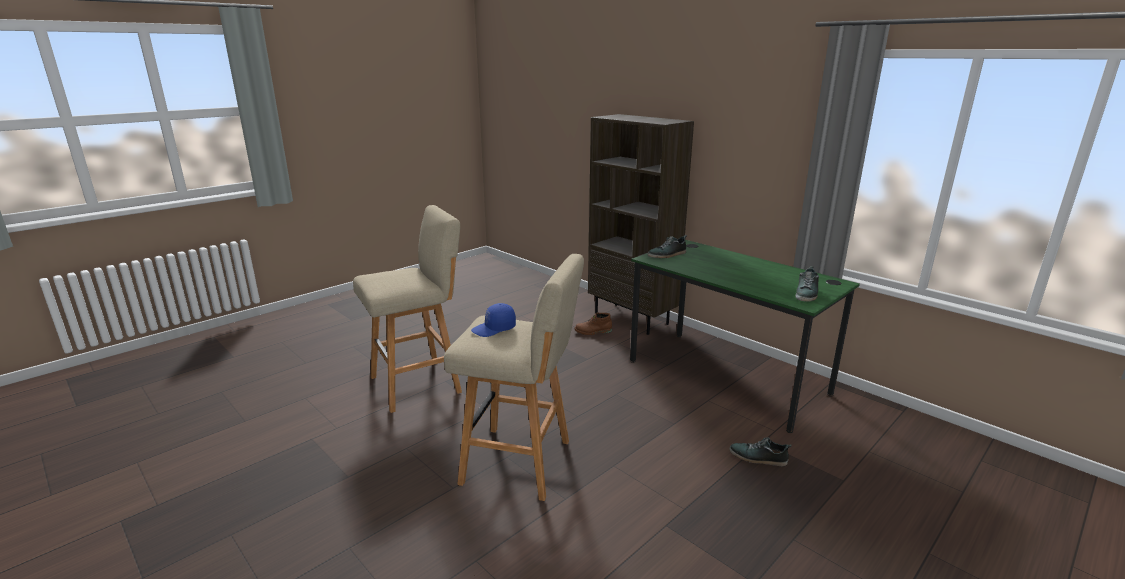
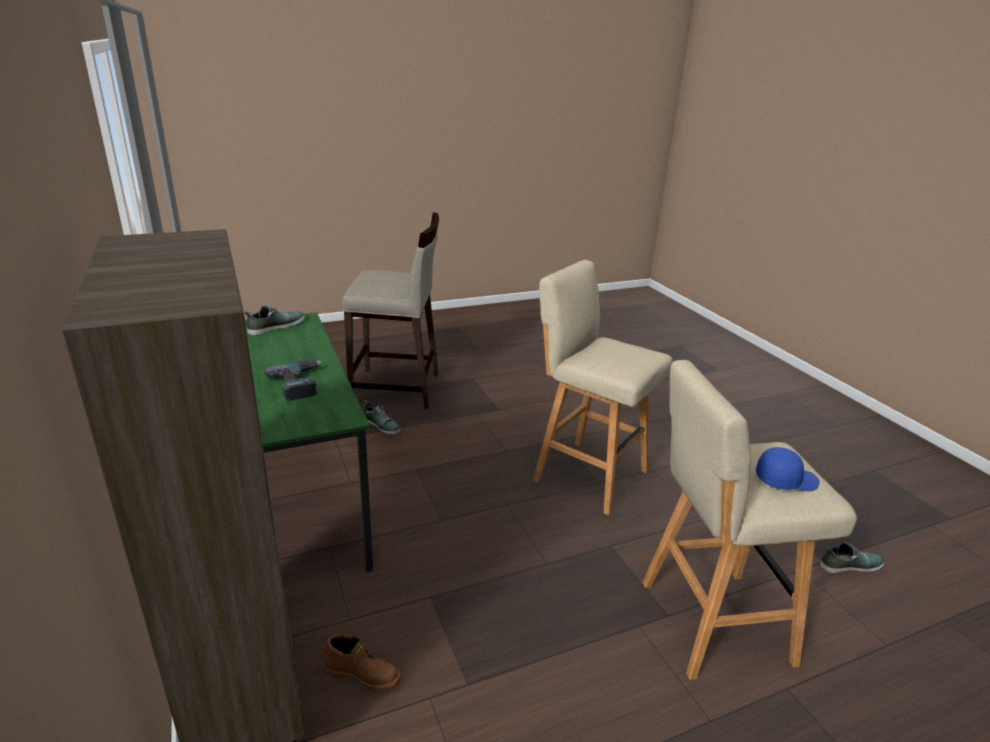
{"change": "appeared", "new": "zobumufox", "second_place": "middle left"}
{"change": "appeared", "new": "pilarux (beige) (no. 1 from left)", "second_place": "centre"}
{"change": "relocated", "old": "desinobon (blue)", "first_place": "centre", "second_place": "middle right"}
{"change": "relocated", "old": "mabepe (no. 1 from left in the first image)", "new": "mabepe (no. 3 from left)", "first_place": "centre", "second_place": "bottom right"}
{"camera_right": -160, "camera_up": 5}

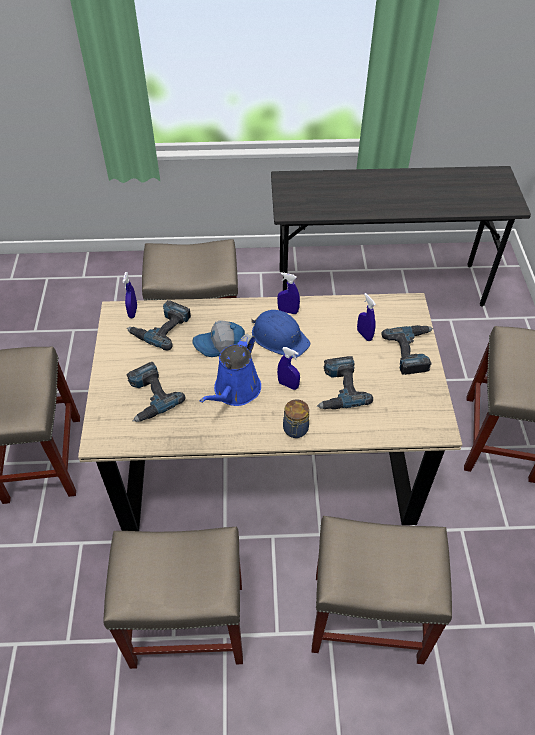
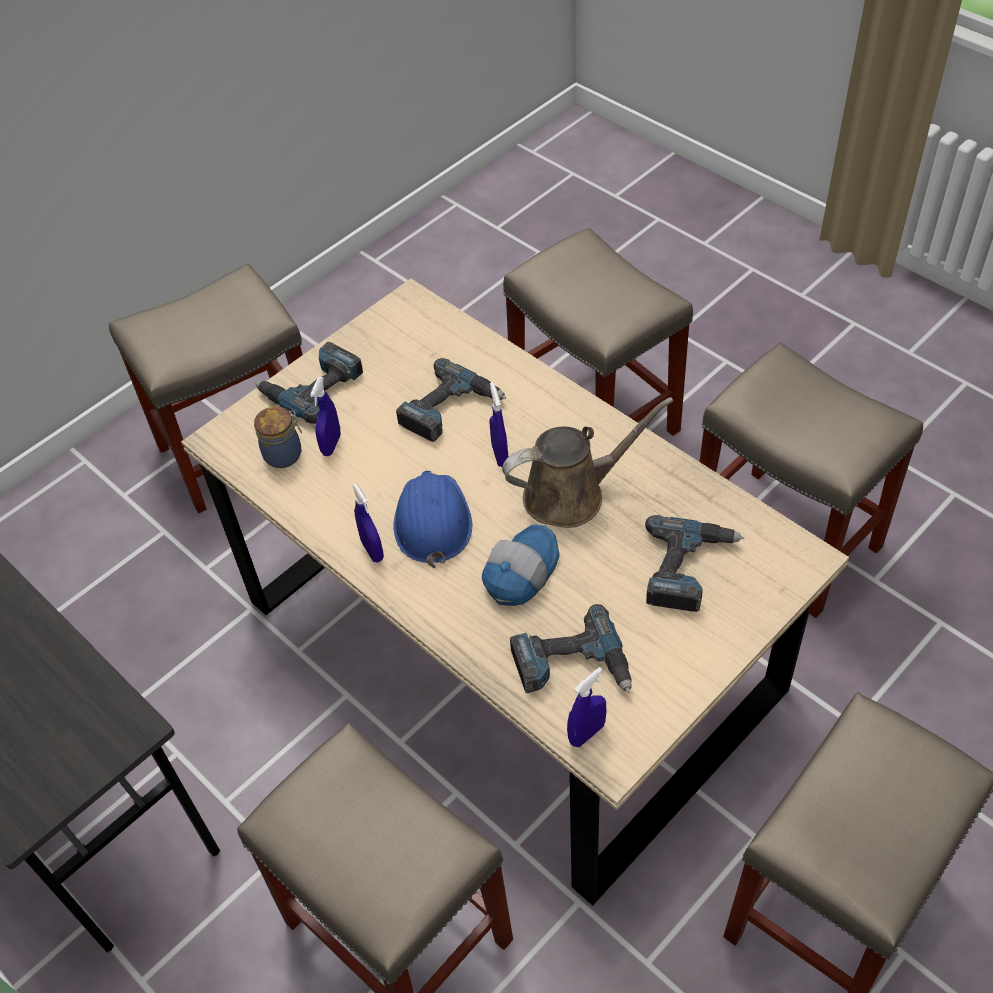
{"change": "relocated", "old": "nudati", "first_place": "centre", "second_place": "middle left"}
{"change": "colour", "old": "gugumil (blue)", "new": "gugumil (brown)", "first_place": "centre", "second_place": "centre"}
{"change": "spun", "old": "desinobon", "first_place": "centre", "second_place": "centre", "degrees": -90}
{"camera_right": -130, "camera_up": 0}

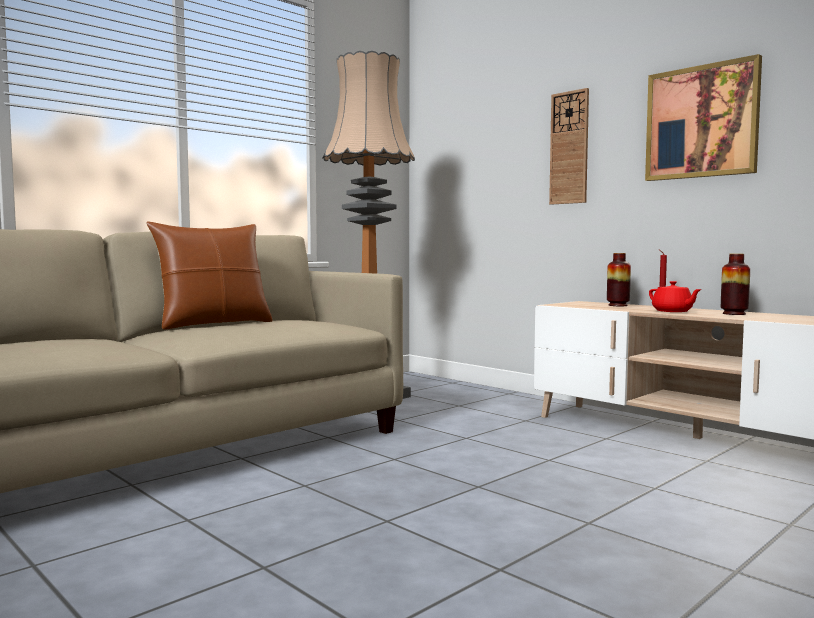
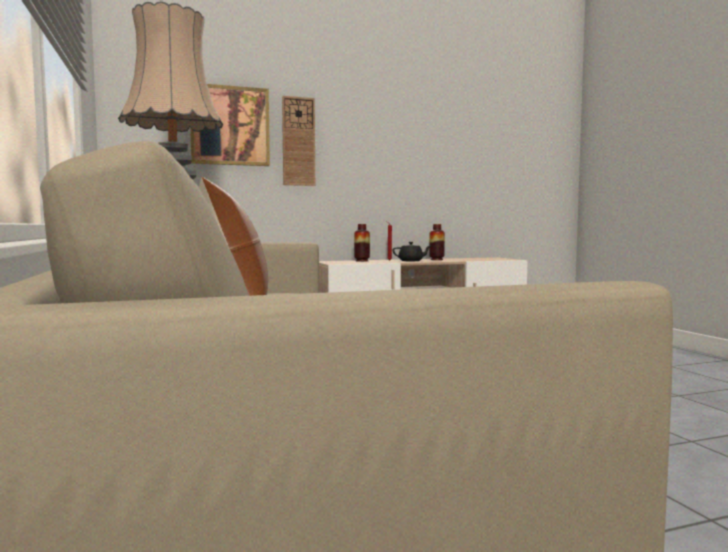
{"change": "relocated", "old": "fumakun", "first_place": "top right", "second_place": "top left"}
{"change": "colour", "old": "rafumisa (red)", "new": "rafumisa (black)", "first_place": "middle right", "second_place": "centre"}
{"camera_right": -65, "camera_up": 0}

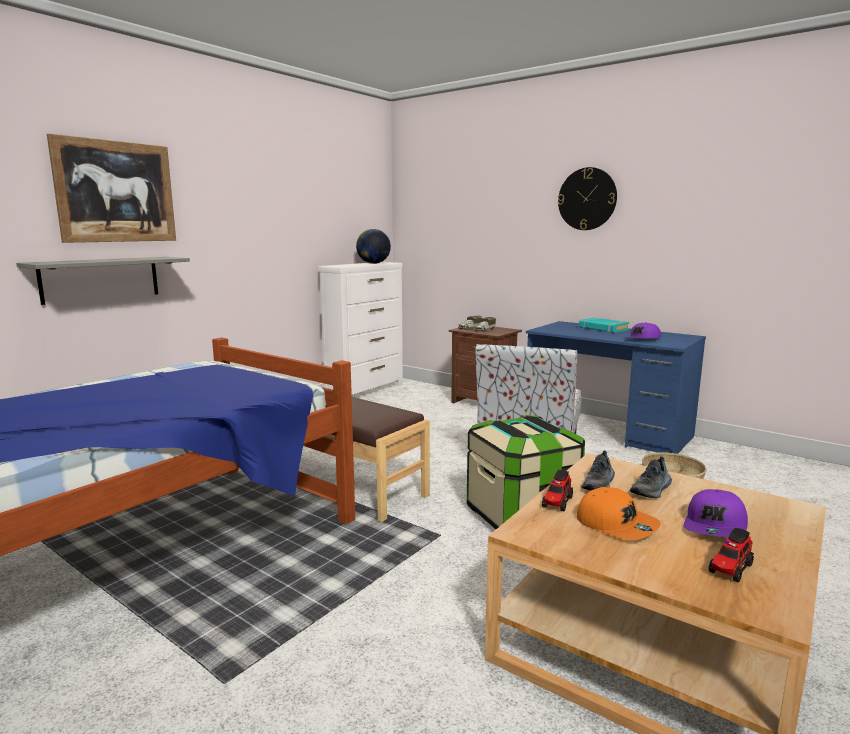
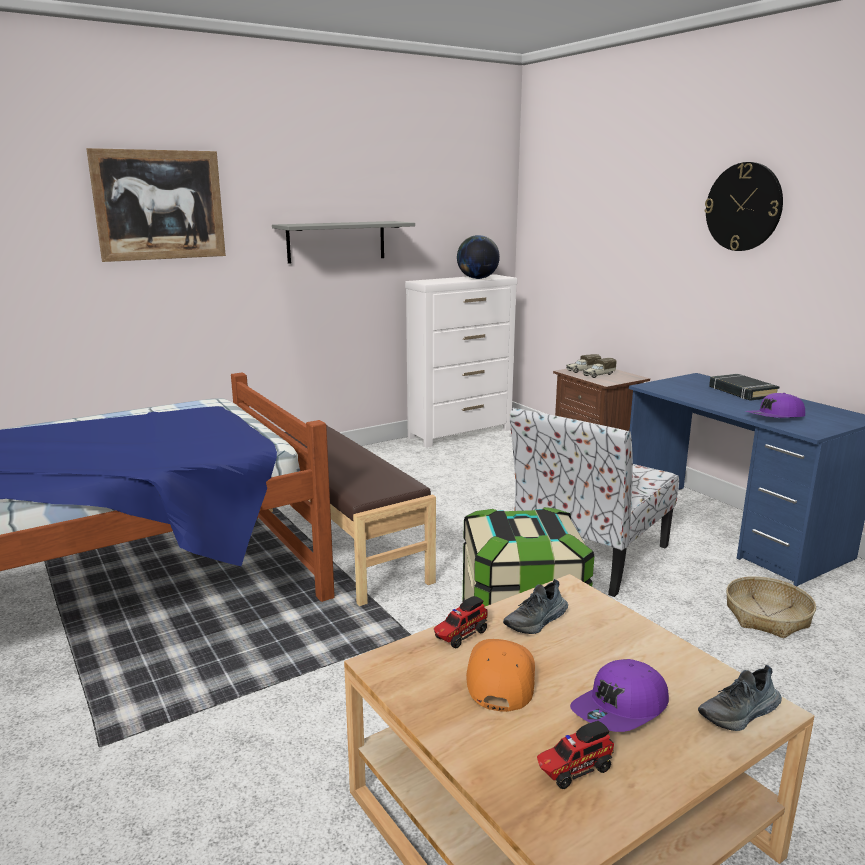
{"change": "relocated", "old": "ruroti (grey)", "first_place": "middle left", "second_place": "top centre"}
{"change": "relocated", "old": "mabepe (no. 2 from left)", "first_place": "middle right", "second_place": "bottom right"}
{"change": "colour", "old": "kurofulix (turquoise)", "new": "kurofulix (black)", "first_place": "middle right", "second_place": "middle right"}
{"change": "spun", "old": "desinobon (orange)", "first_place": "bottom right", "second_place": "bottom centre", "degrees": -150}
{"camera_right": 20, "camera_up": 5}

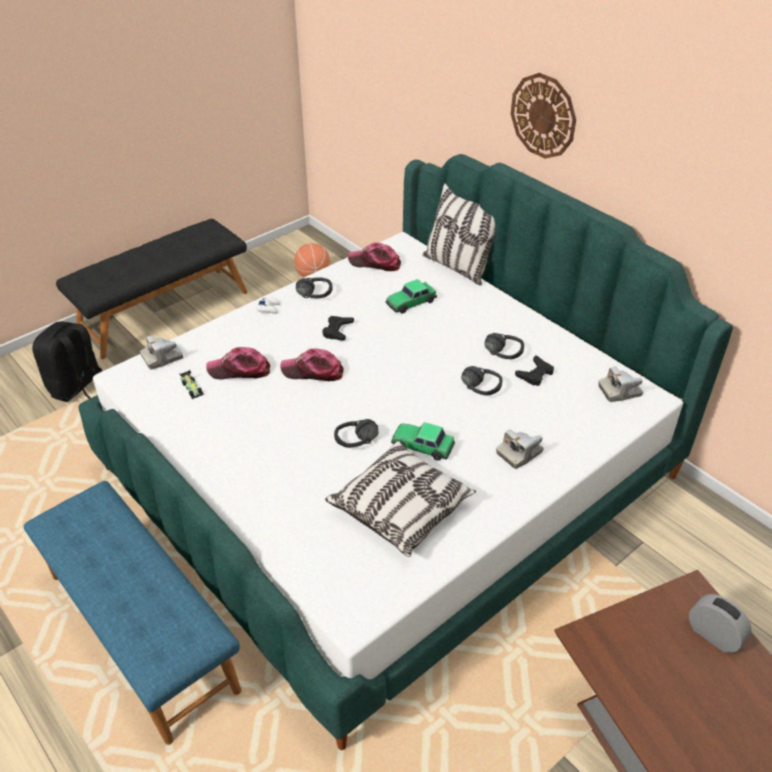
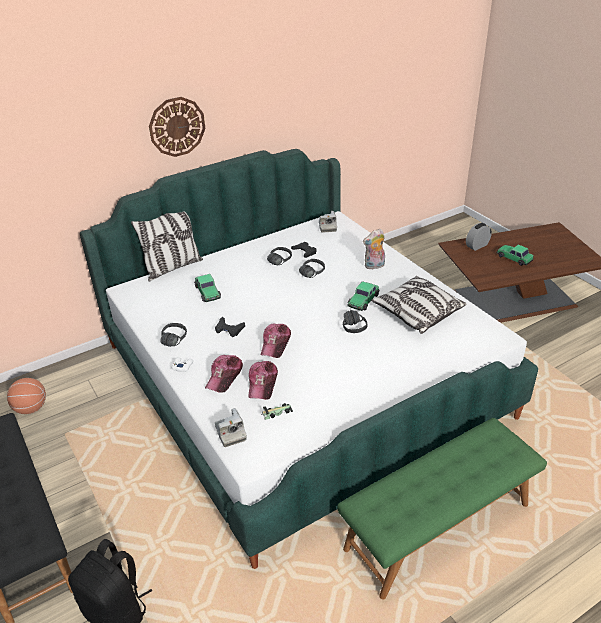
{"change": "appeared", "new": "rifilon (no. 4 from left)", "second_place": "middle right"}
{"change": "relocated", "old": "desinobon (no. 3 from left in the first image)", "new": "desinobon (no. 1 from left)", "first_place": "top centre", "second_place": "centre"}
{"change": "exchanged", "old": "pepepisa (no. 2 from left)", "new": "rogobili", "first_place": "middle right", "second_place": "centre"}
{"change": "colour", "old": "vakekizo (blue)", "new": "vakekizo (green)", "first_place": "bottom left", "second_place": "bottom right"}
{"camera_right": -80, "camera_up": -5}

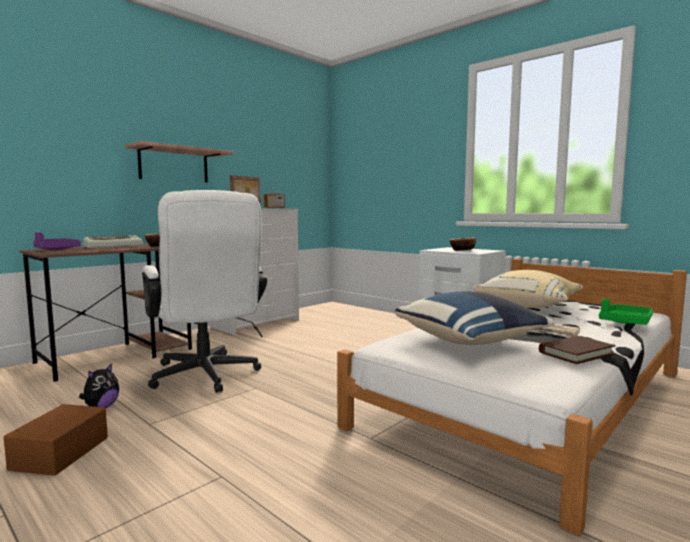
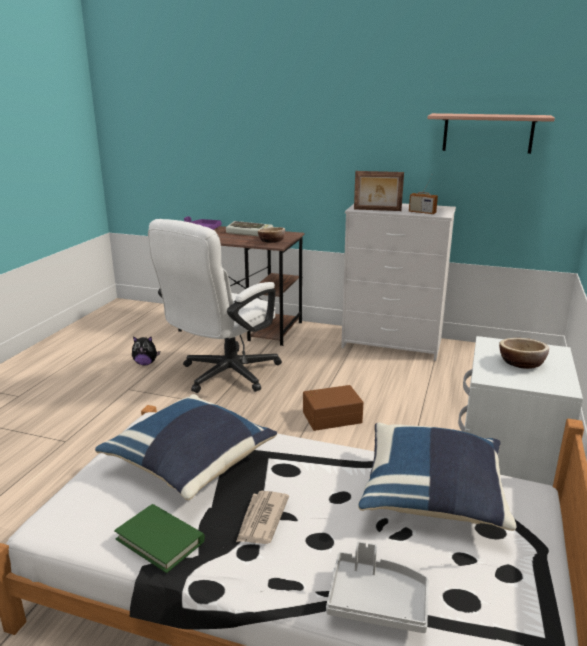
{"change": "relocated", "old": "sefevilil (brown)", "first_place": "bottom left", "second_place": "centre"}
{"change": "relocated", "old": "ruroti", "first_place": "top left", "second_place": "top right"}
{"change": "colour", "old": "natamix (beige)", "new": "natamix (blue) (no. 2 from left)", "first_place": "middle right", "second_place": "bottom right"}
{"change": "colour", "old": "kurofulix (brown)", "new": "kurofulix (green)", "first_place": "middle right", "second_place": "bottom left"}
{"change": "colour", "old": "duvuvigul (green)", "new": "duvuvigul (grey)", "first_place": "middle right", "second_place": "bottom centre"}
{"camera_right": 65, "camera_up": 15}

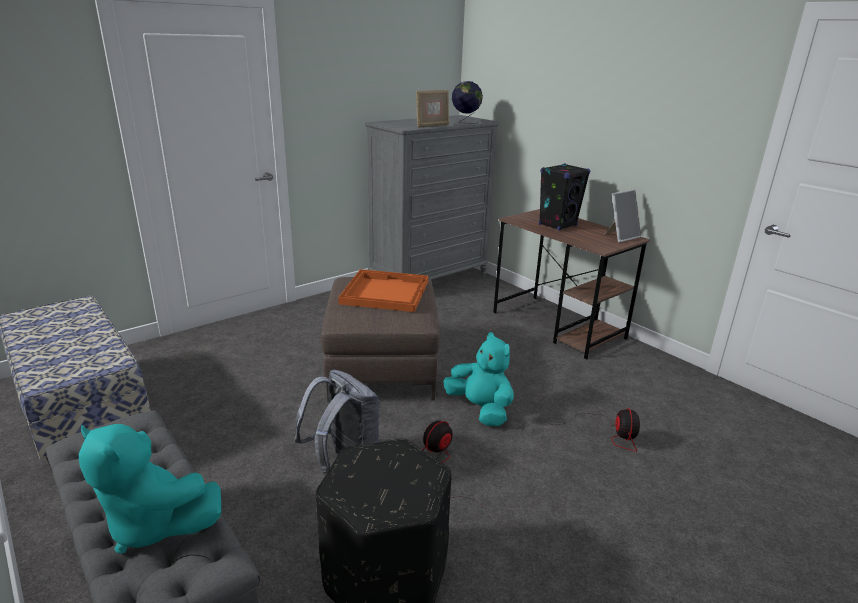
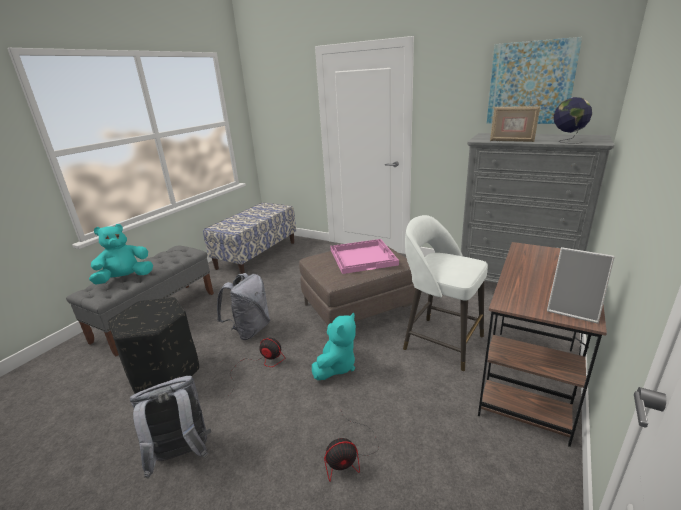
{"change": "missing", "old": "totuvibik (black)", "first_place": "top centre"}
{"change": "appeared", "new": "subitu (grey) (no. 1 from left)", "second_place": "bottom left"}
{"change": "appeared", "new": "pilarux (white)", "second_place": "centre"}
{"change": "appeared", "new": "fumakun", "second_place": "top right"}
{"change": "colour", "old": "duvuvigul (orange)", "new": "duvuvigul (pink)", "first_place": "centre", "second_place": "centre"}
{"change": "spun", "old": "rogobili (turquoise) (no. 1 from left)", "first_place": "bottom left", "second_place": "middle left", "degrees": 45}
{"camera_right": 70, "camera_up": 0}

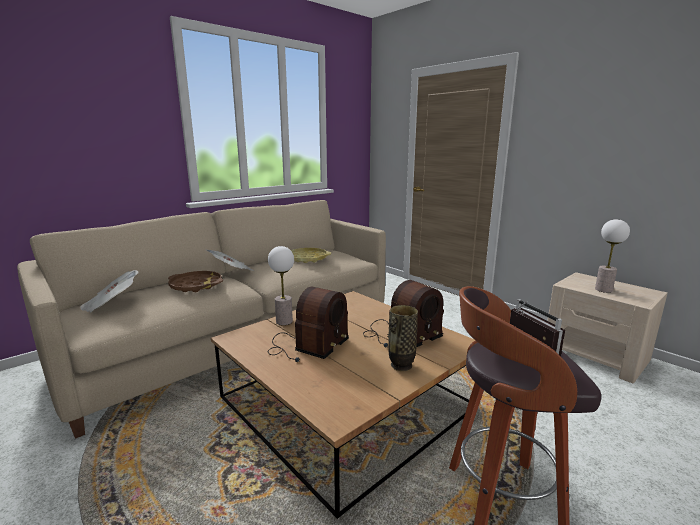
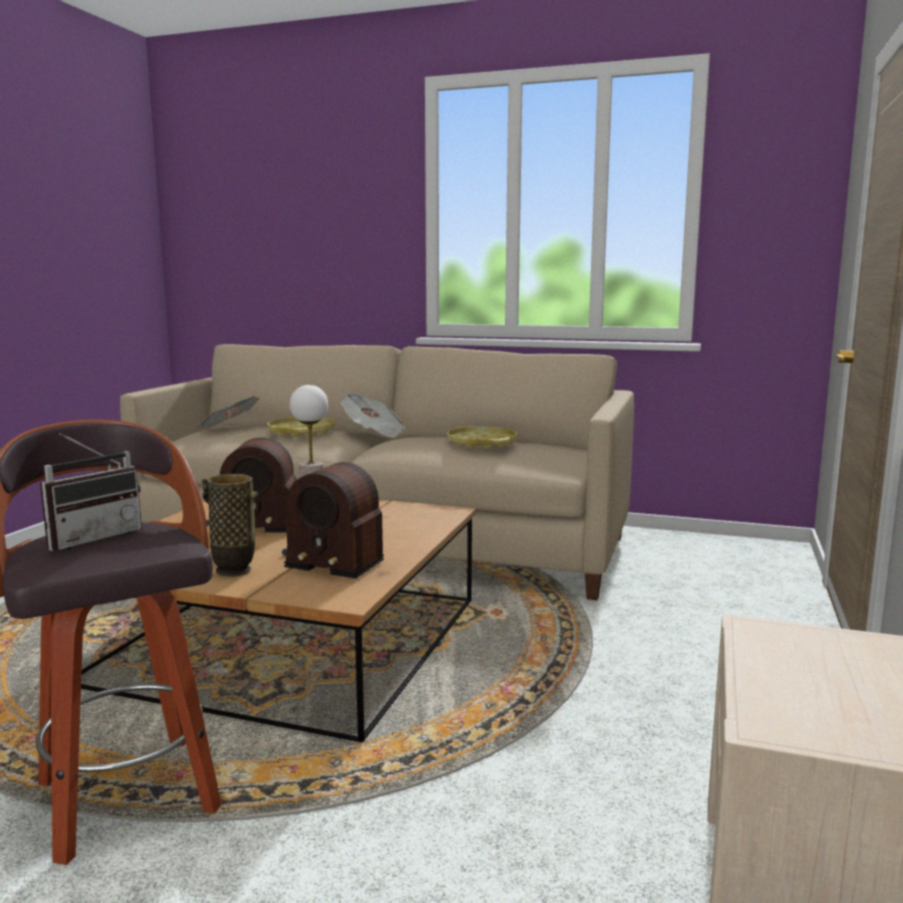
{"change": "missing", "old": "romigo (no. 2 from left)", "first_place": "middle right"}
{"change": "colour", "old": "duvuvigul (brown)", "new": "duvuvigul (yellow) (no. 1 from left)", "first_place": "middle left", "second_place": "centre"}
{"camera_right": 60, "camera_up": -5}

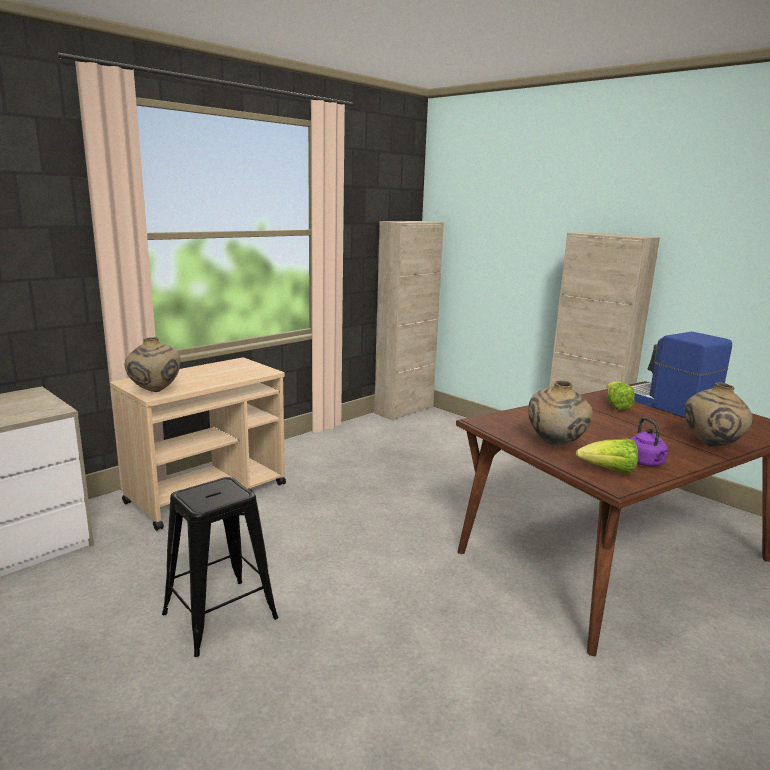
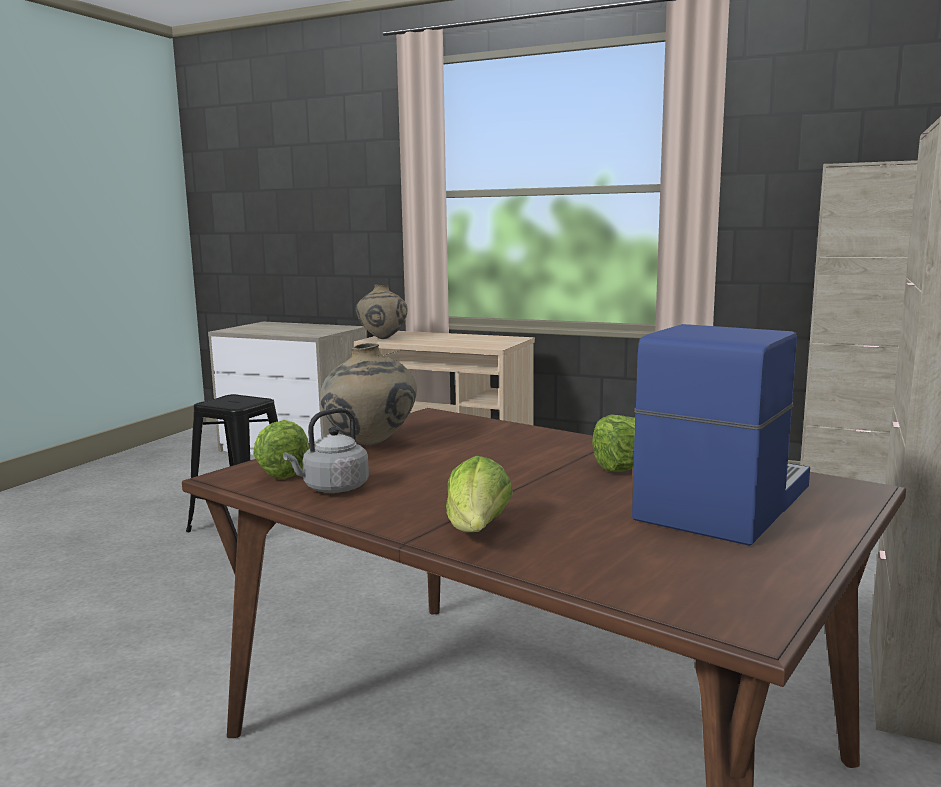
{"change": "exchanged", "old": "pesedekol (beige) (no. 3 from left)", "new": "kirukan (no. 2 from left)", "first_place": "middle right", "second_place": "centre"}
{"change": "colour", "old": "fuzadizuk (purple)", "new": "fuzadizuk (grey)", "first_place": "middle right", "second_place": "centre"}
{"camera_right": 70, "camera_up": -5}

